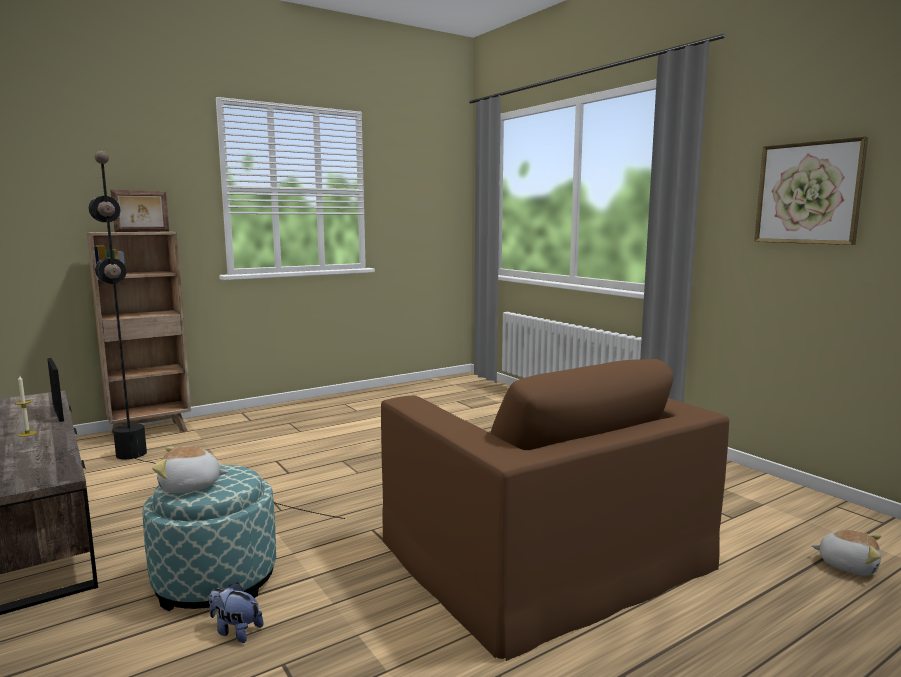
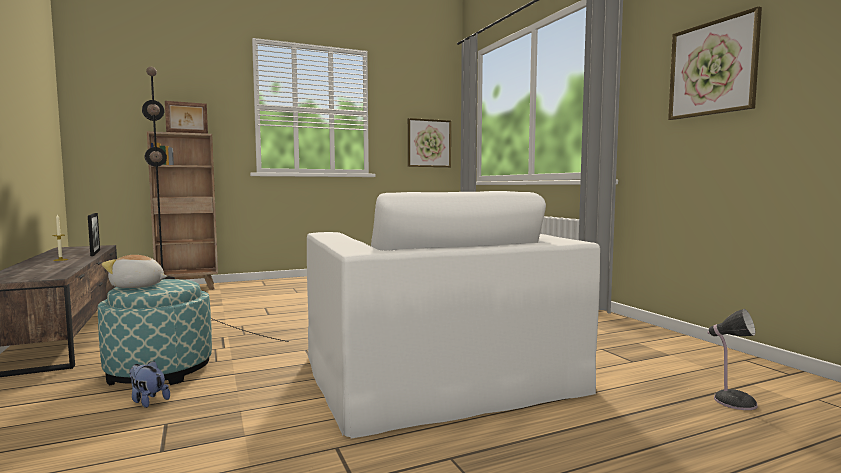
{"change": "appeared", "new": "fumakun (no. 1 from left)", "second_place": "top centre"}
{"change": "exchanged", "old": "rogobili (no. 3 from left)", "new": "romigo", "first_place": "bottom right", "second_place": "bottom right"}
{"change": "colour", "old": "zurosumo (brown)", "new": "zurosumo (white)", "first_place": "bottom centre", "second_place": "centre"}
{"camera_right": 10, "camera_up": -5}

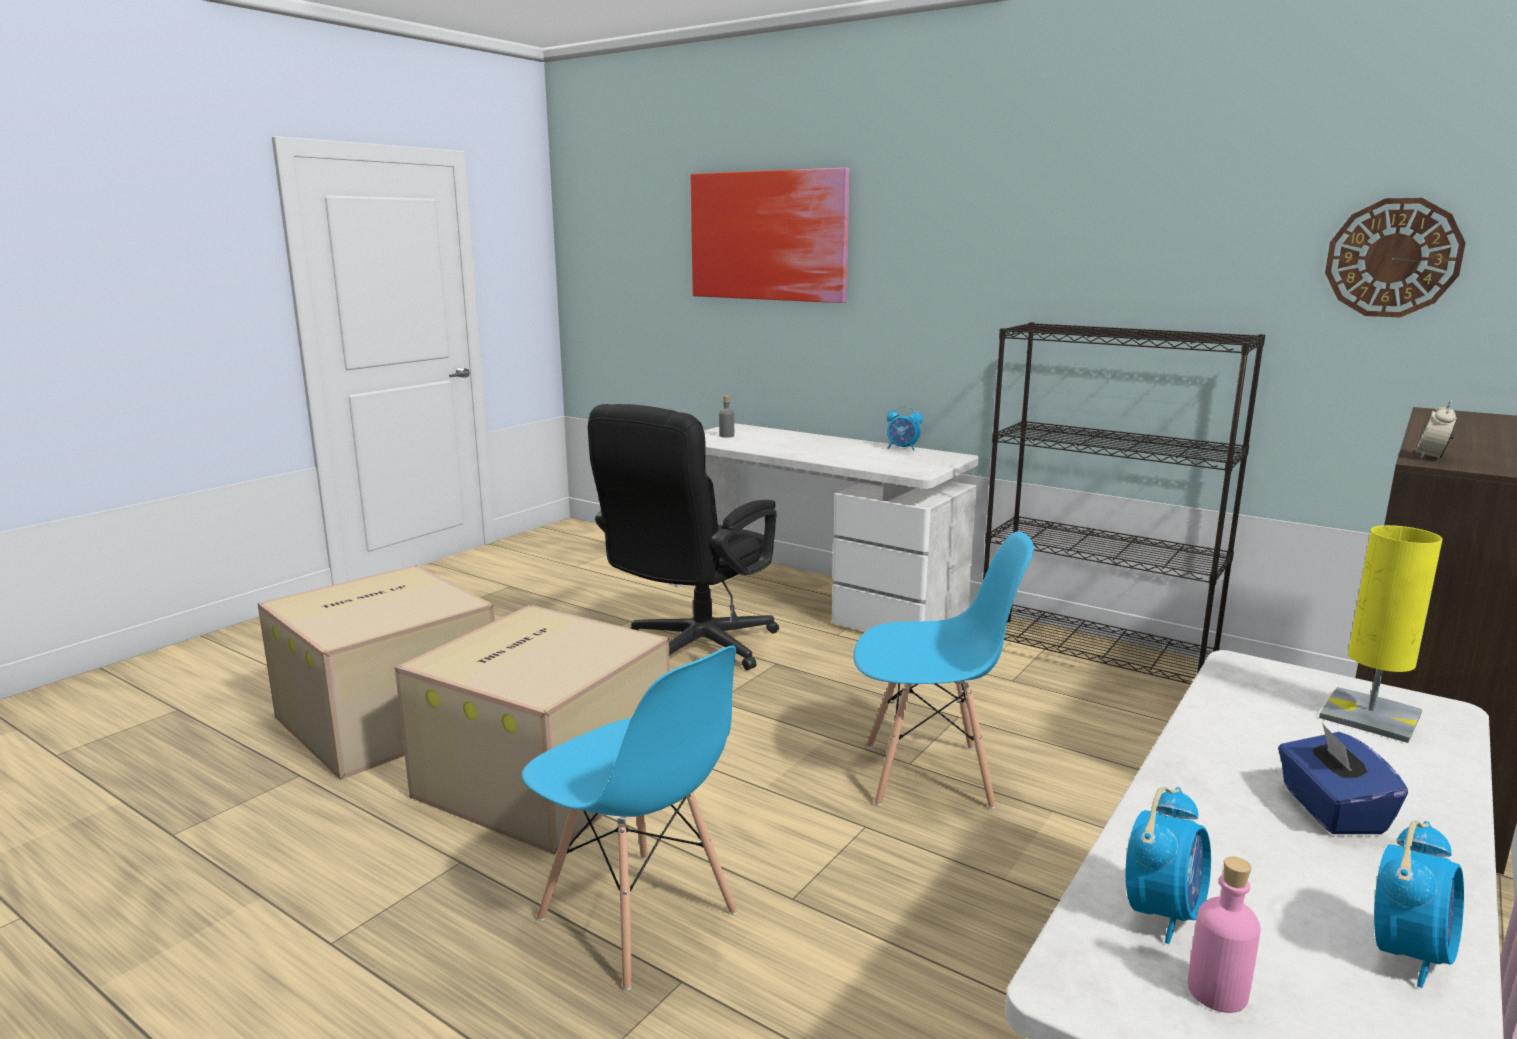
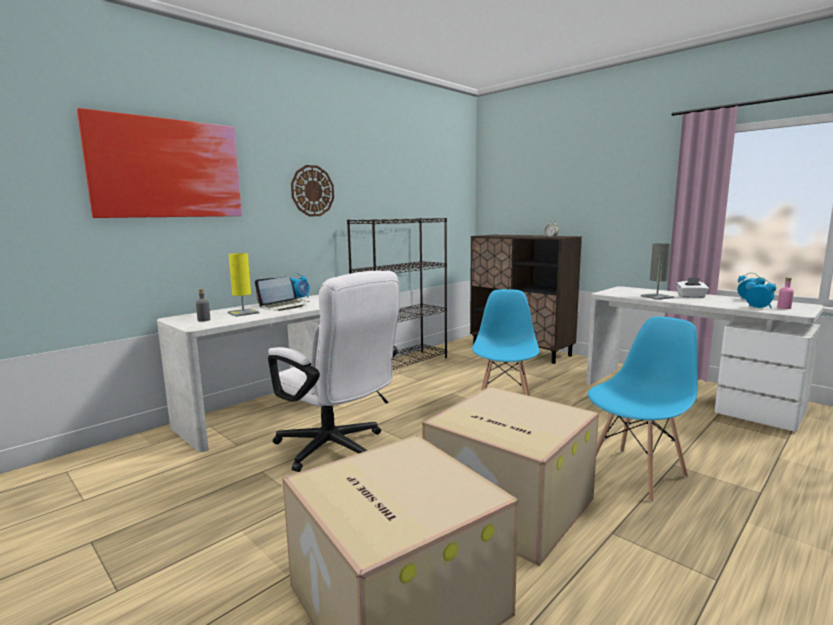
{"change": "appeared", "new": "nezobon", "second_place": "centre"}
{"change": "appeared", "new": "romigo (grey)", "second_place": "middle right"}
{"change": "relocated", "old": "romigo (yellow)", "first_place": "middle right", "second_place": "middle left"}
{"change": "relocated", "old": "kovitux", "first_place": "top right", "second_place": "top centre"}
{"change": "colour", "old": "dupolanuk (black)", "new": "dupolanuk (white)", "first_place": "centre", "second_place": "centre"}
{"change": "colour", "old": "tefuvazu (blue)", "new": "tefuvazu (white)", "first_place": "bottom right", "second_place": "middle right"}
{"camera_right": -80, "camera_up": -5}

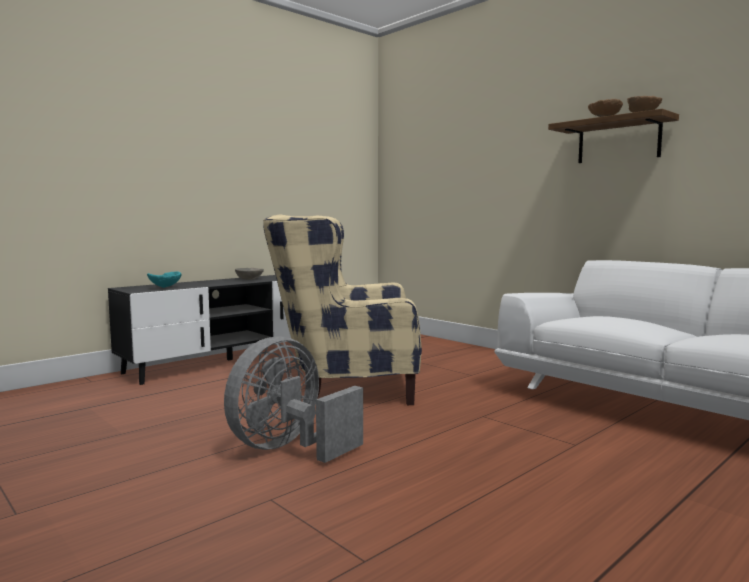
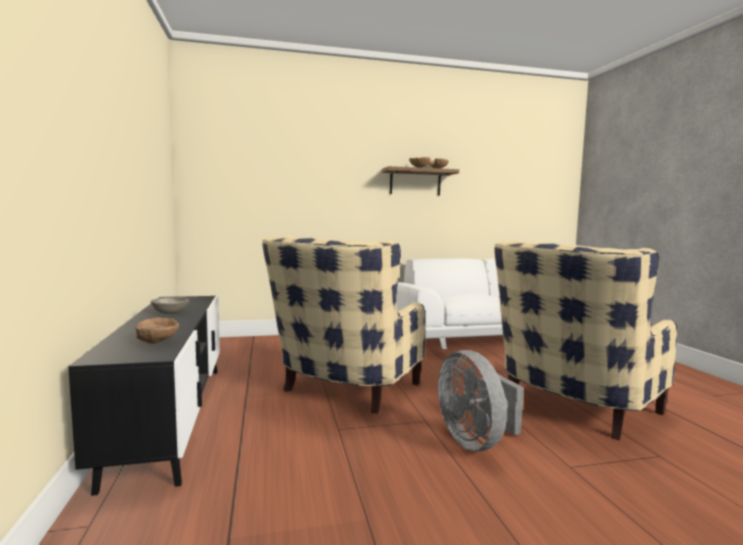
{"change": "appeared", "new": "zurosumo (beige) (no. 2 from left)", "second_place": "middle right"}
{"change": "colour", "old": "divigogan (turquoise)", "new": "divigogan (brown) (no. 1 from left)", "first_place": "middle left", "second_place": "middle left"}
{"camera_right": -60, "camera_up": 0}

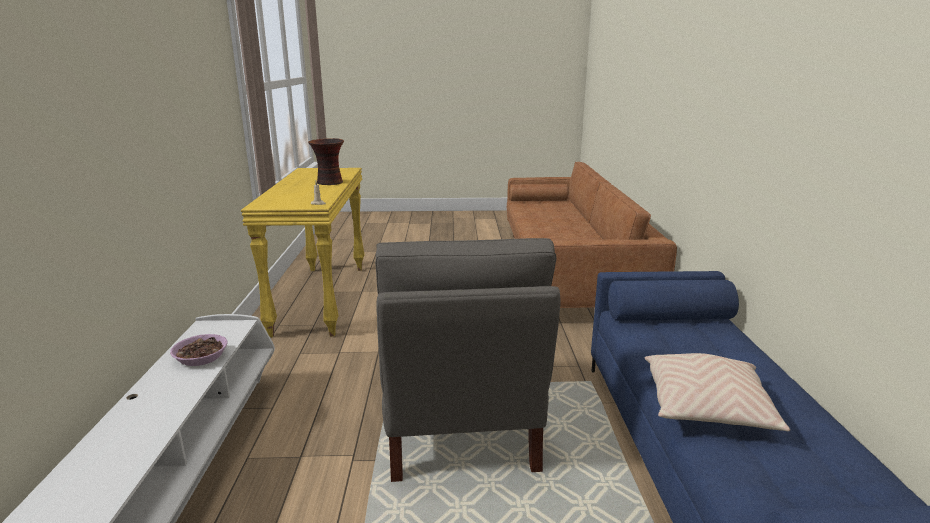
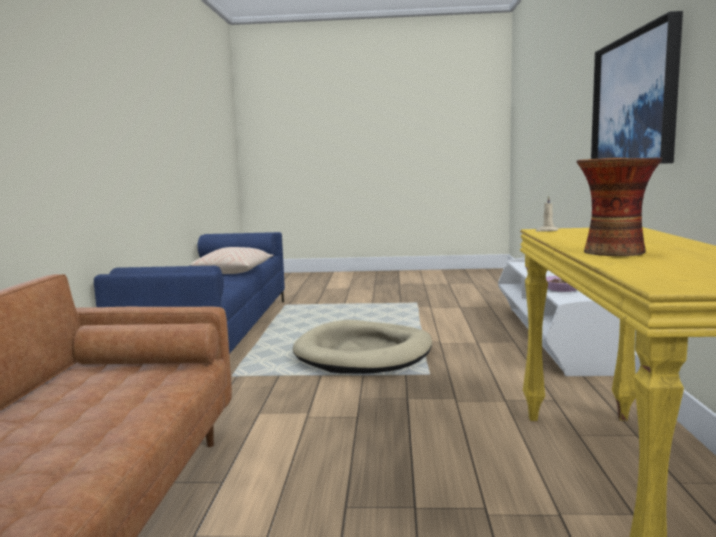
{"change": "appeared", "new": "fumakun", "second_place": "top right"}
{"change": "exchanged", "old": "zurosumo (grey)", "new": "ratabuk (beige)", "first_place": "bottom centre", "second_place": "centre"}
{"camera_right": -175, "camera_up": -10}

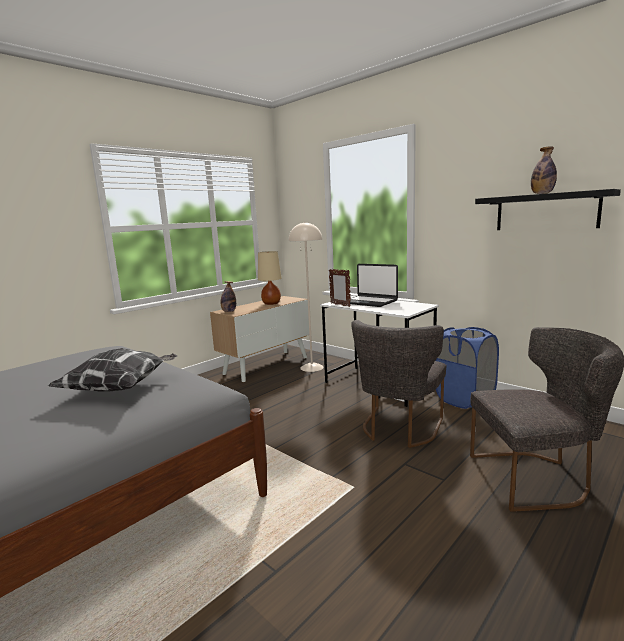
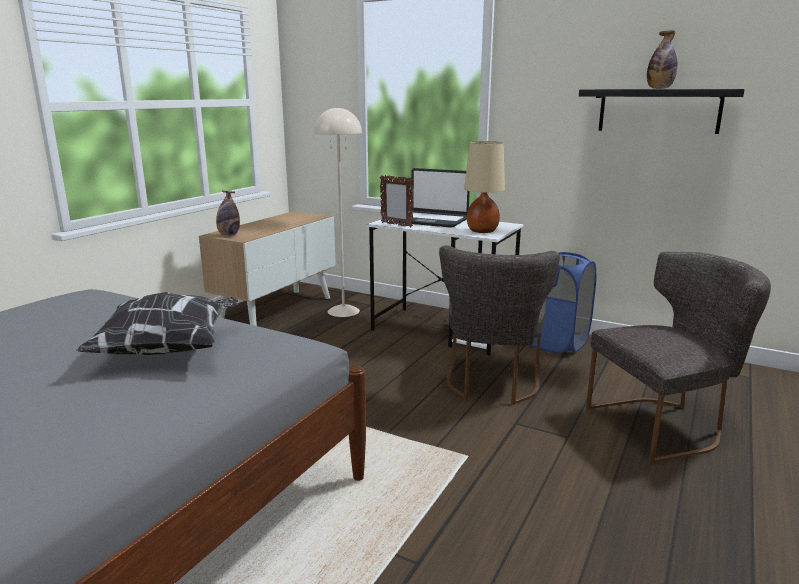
{"change": "relocated", "old": "romigo (beige)", "first_place": "centre", "second_place": "top centre"}
{"camera_right": -15, "camera_up": 5}

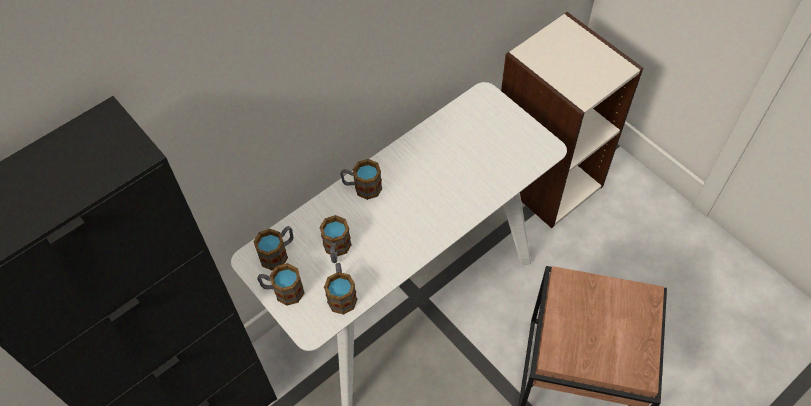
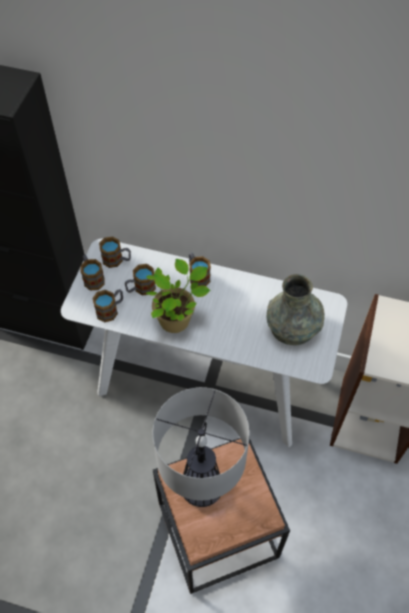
{"change": "appeared", "new": "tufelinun", "second_place": "centre"}
{"change": "appeared", "new": "romigo", "second_place": "bottom centre"}
{"change": "appeared", "new": "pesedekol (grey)", "second_place": "middle right"}
{"camera_right": 55, "camera_up": 0}

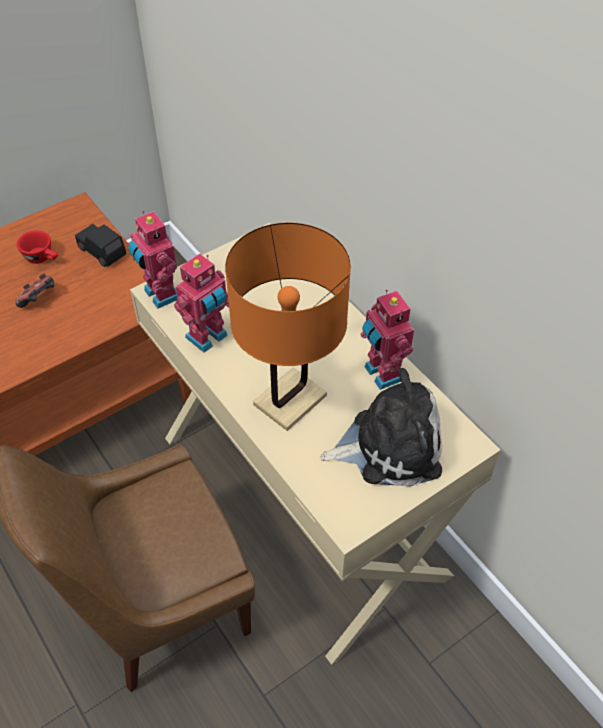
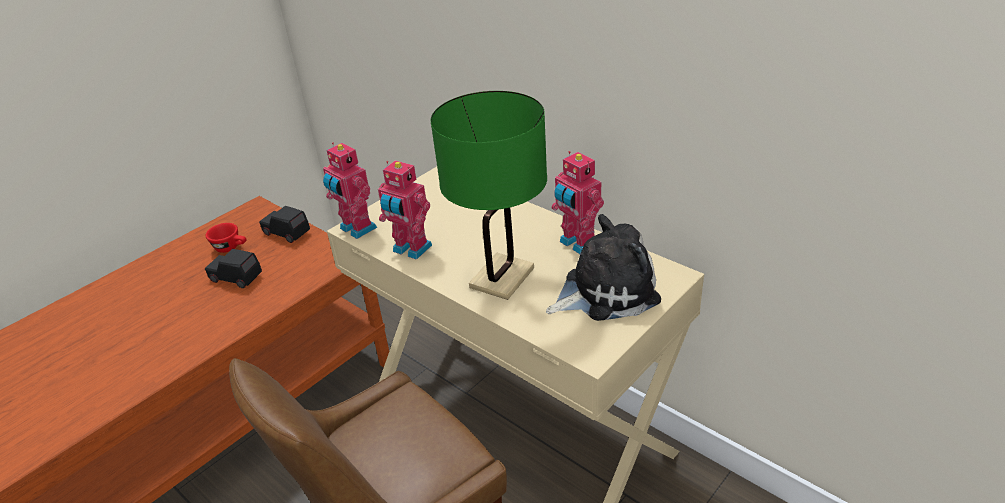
{"change": "exchanged", "old": "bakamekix", "new": "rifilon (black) (no. 1 from left)", "first_place": "middle left", "second_place": "middle left"}
{"change": "colour", "old": "romigo (orange)", "new": "romigo (green)", "first_place": "centre", "second_place": "centre"}
{"change": "spun", "old": "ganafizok (no. 2 from left)", "first_place": "centre", "second_place": "centre", "degrees": 90}
{"camera_right": -10, "camera_up": -15}

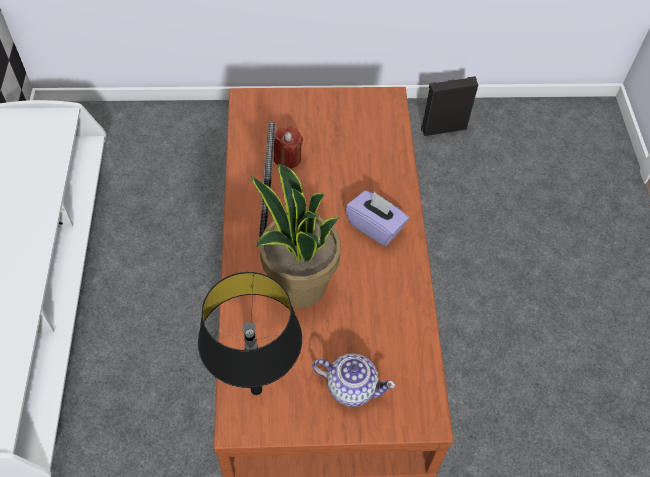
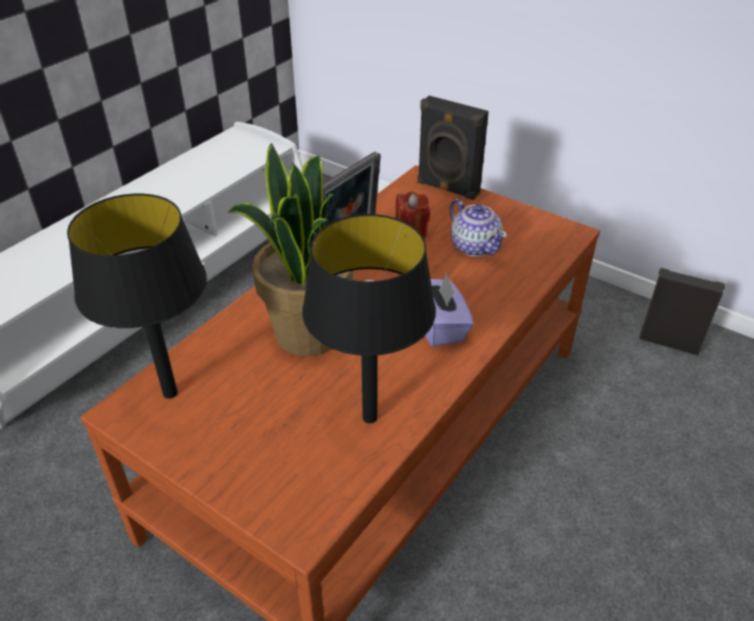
{"change": "appeared", "new": "romigo (black) (no. 2 from left)", "second_place": "centre"}
{"change": "appeared", "new": "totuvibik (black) (no. 1 from left)", "second_place": "top centre"}
{"change": "relocated", "old": "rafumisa", "first_place": "bottom centre", "second_place": "centre"}
{"camera_right": 40, "camera_up": -15}

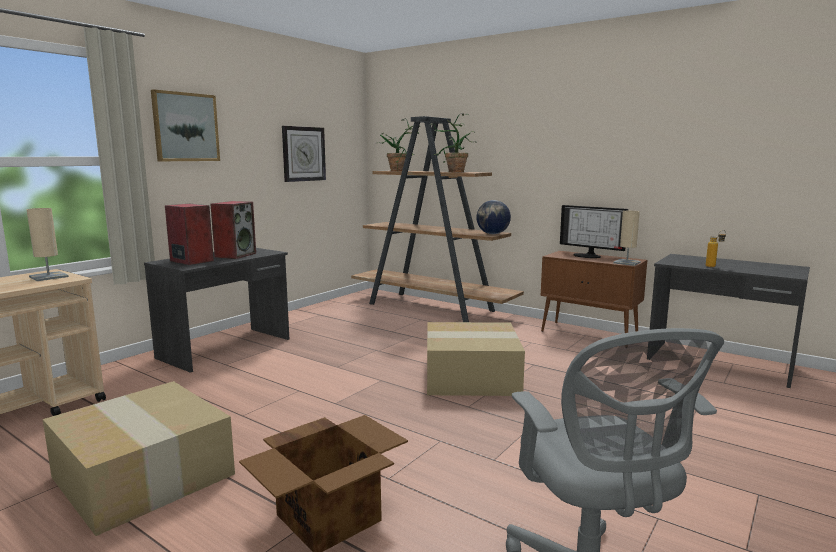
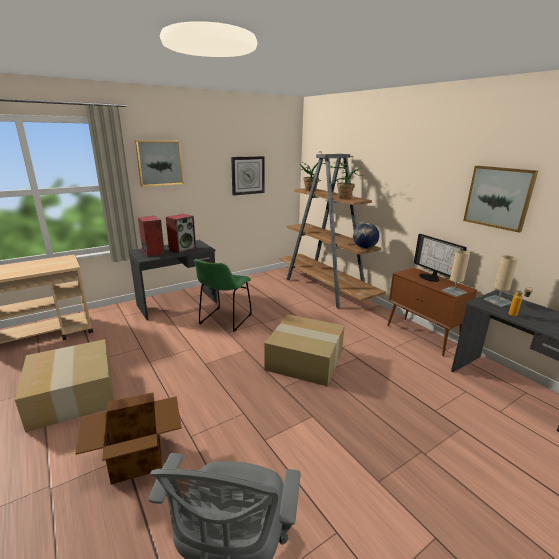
{"change": "appeared", "new": "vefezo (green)", "second_place": "centre"}
{"change": "appeared", "new": "fumakun (no. 2 from left)", "second_place": "middle right"}
{"change": "relocated", "old": "romigo (beige) (no. 1 from left in the first image)", "new": "romigo (beige) (no. 2 from left)", "first_place": "middle left", "second_place": "middle right"}
{"camera_right": 20, "camera_up": 10}

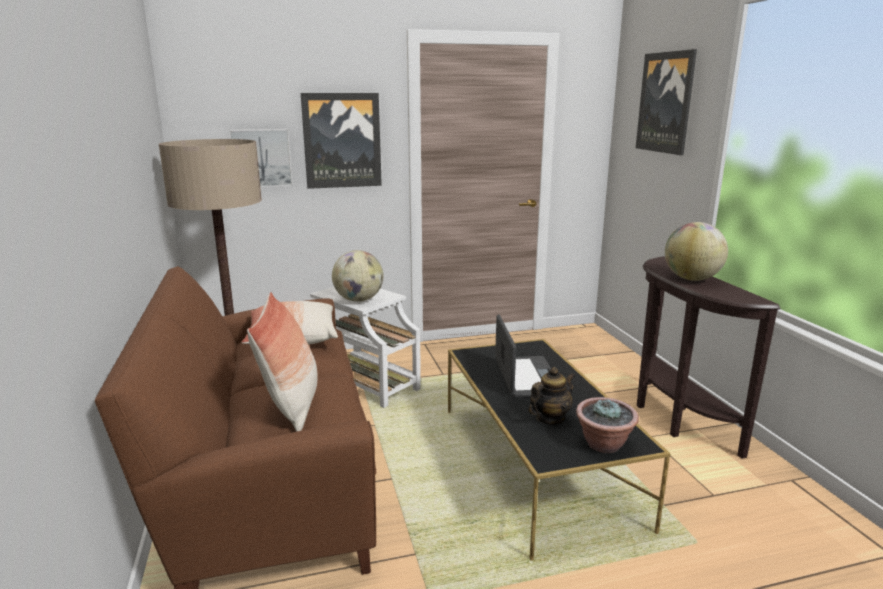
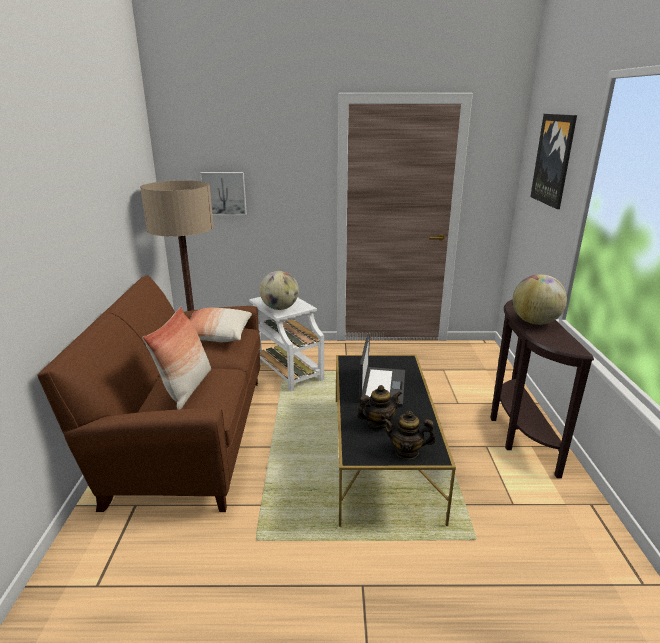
{"change": "missing", "old": "fumakun (no. 2 from left)", "first_place": "top centre"}
{"change": "exchanged", "old": "tufelinun", "new": "rafumisa (no. 2 from left)", "first_place": "bottom right", "second_place": "bottom centre"}
{"camera_right": 15, "camera_up": 5}

